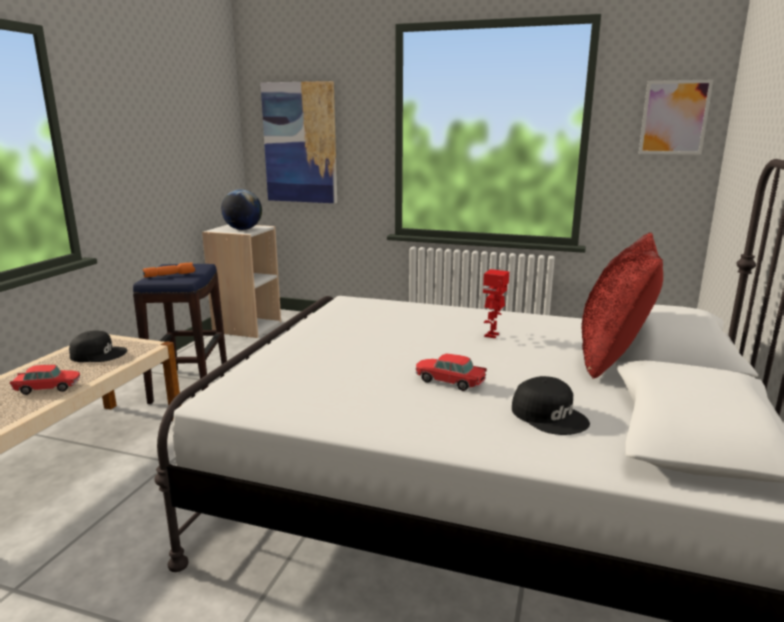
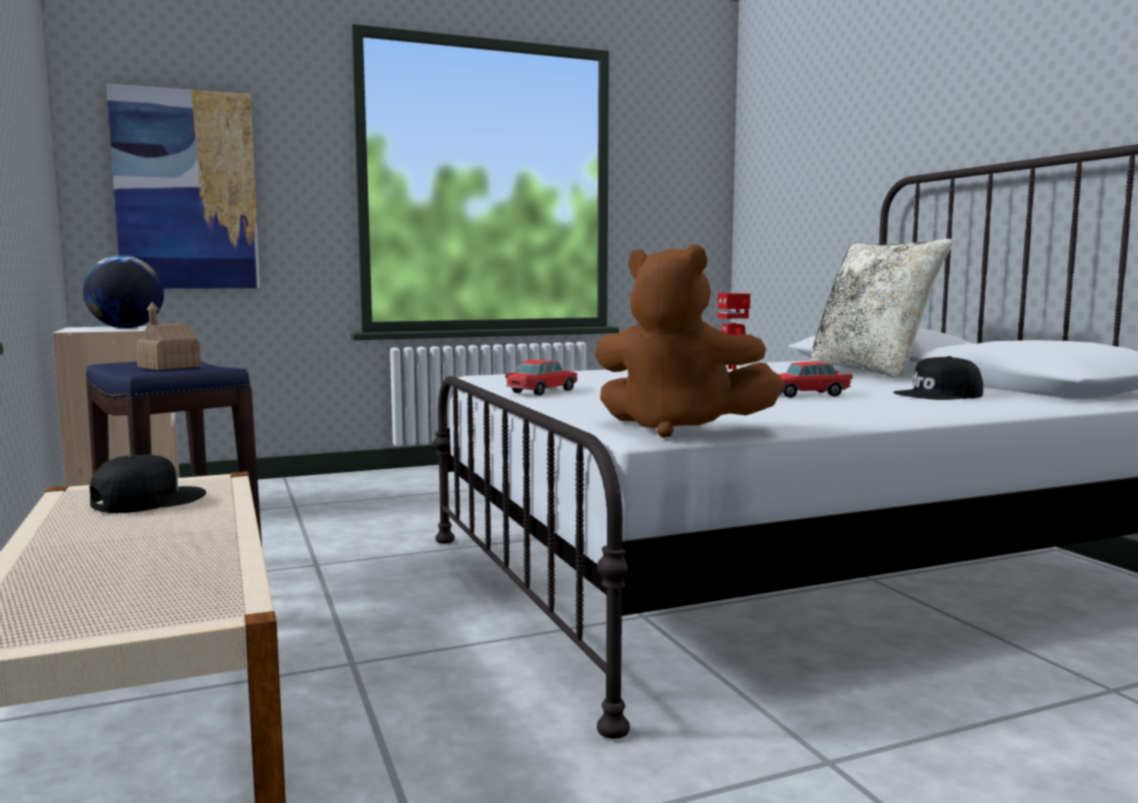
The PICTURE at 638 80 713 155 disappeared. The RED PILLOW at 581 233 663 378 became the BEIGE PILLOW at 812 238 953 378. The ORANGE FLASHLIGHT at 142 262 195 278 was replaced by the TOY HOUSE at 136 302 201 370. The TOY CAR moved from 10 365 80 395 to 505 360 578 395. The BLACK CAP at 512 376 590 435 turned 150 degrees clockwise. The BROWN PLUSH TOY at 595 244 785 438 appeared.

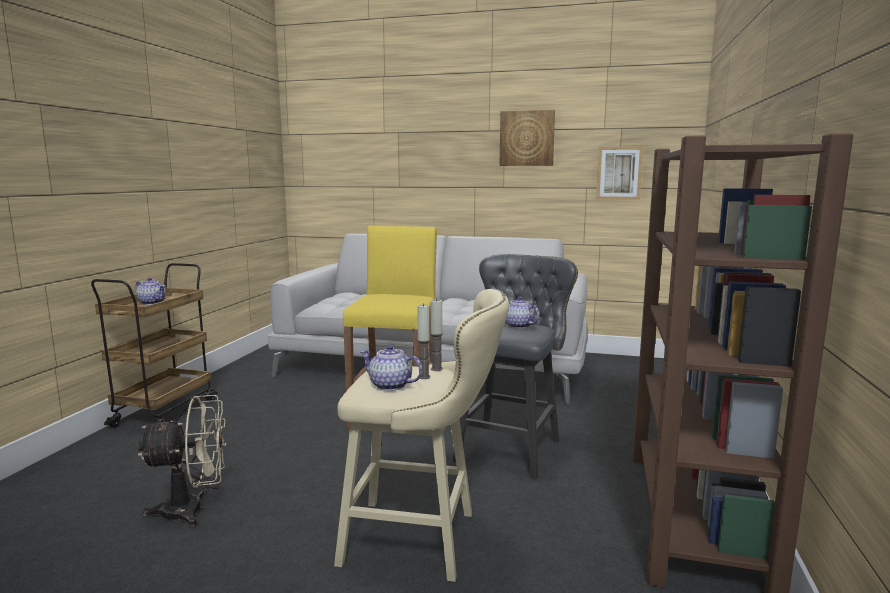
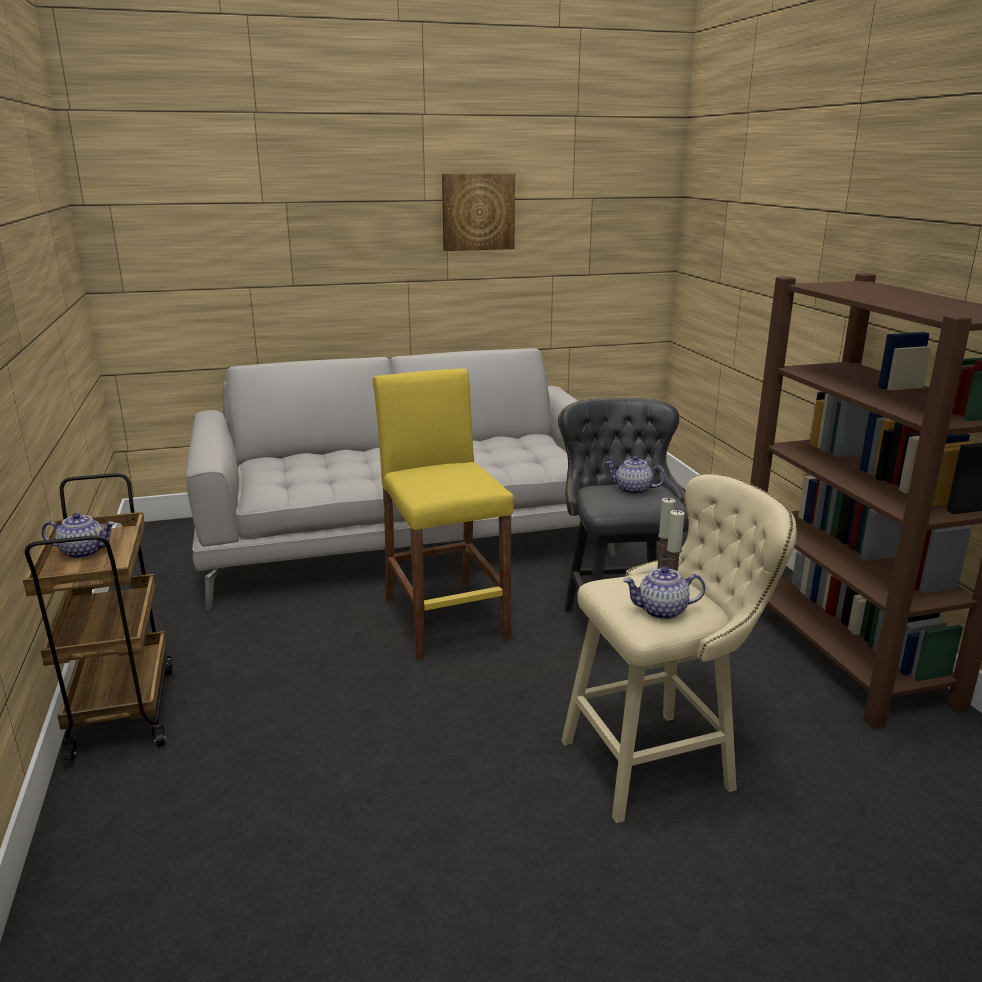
The PICTURE at 596 147 643 200 disappeared. The BEIGE FAN at 137 395 226 528 disappeared.

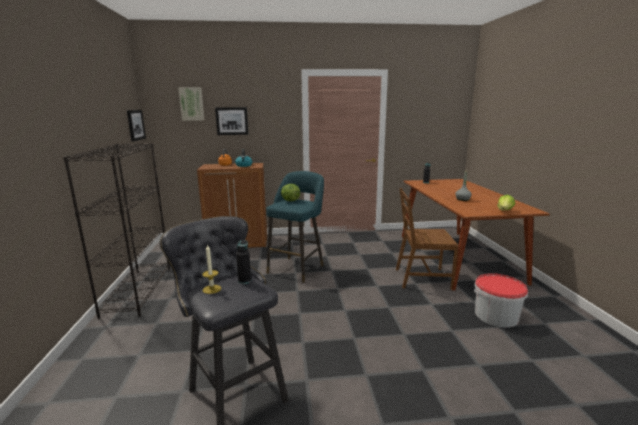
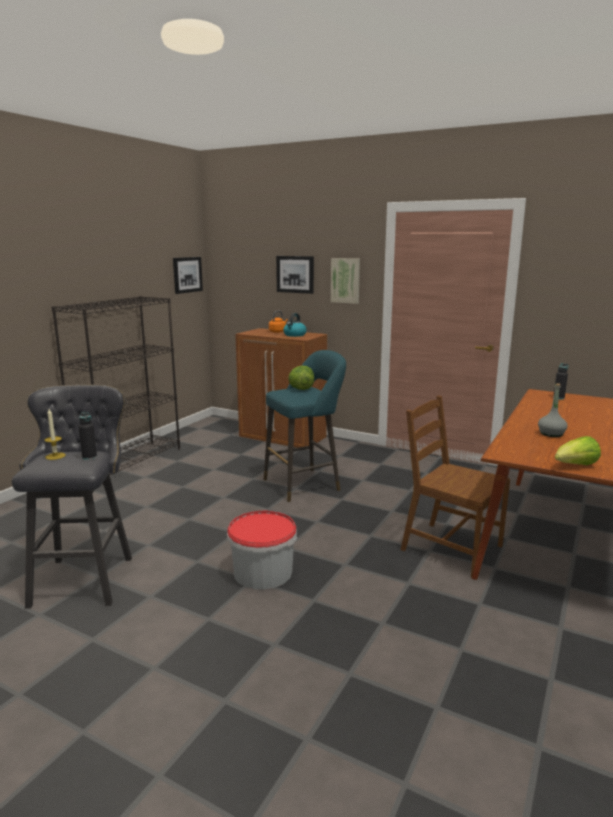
The PICTURE moved from 178 87 204 121 to 331 258 360 304. The BUCKET moved from 474 273 528 328 to 227 510 297 590.

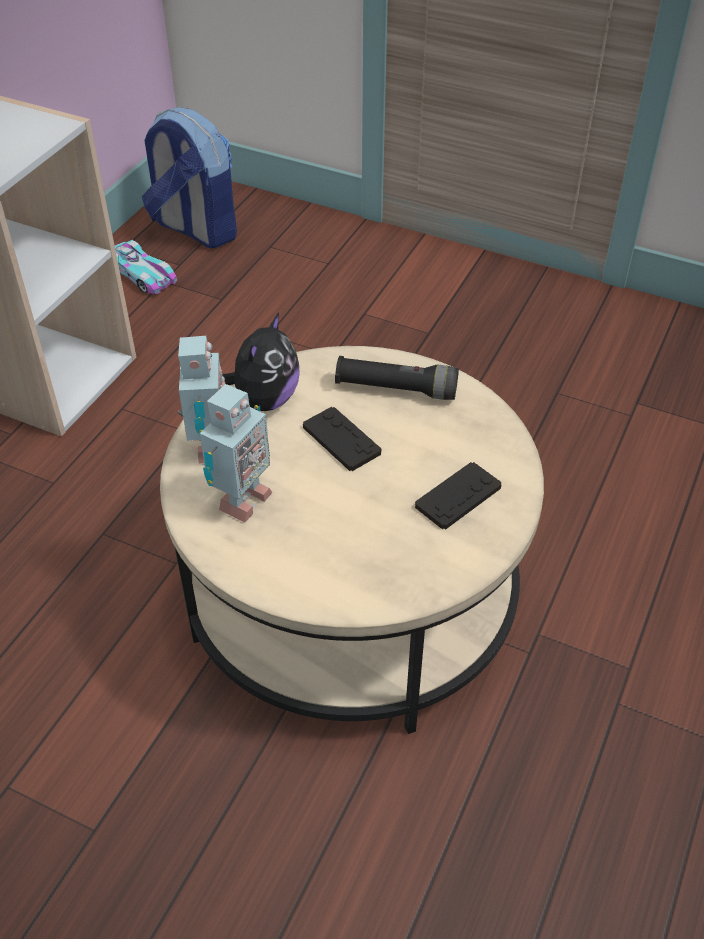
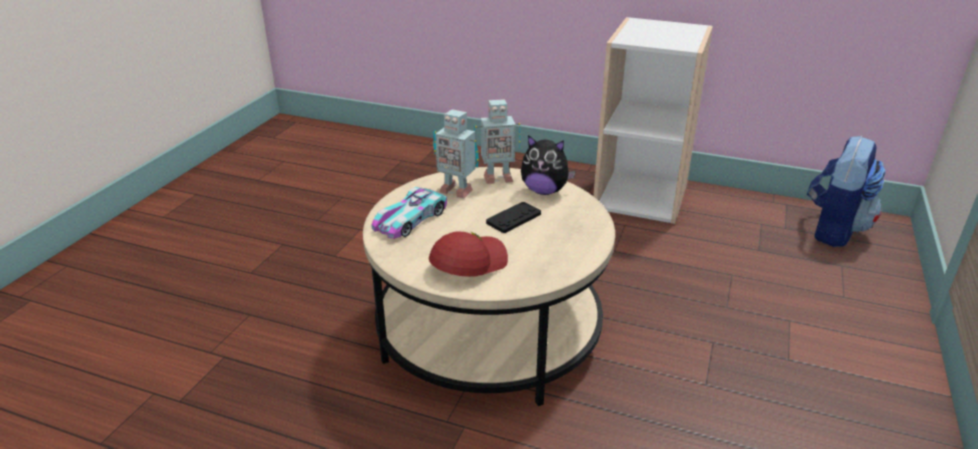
The TOY CAR moved from 115 240 177 294 to 371 187 447 239. The BLACK FLASHLIGHT at 335 356 459 400 disappeared. The BLACK GAME CONTROLLER at 415 462 502 530 was replaced by the RED CAP at 429 232 508 277.

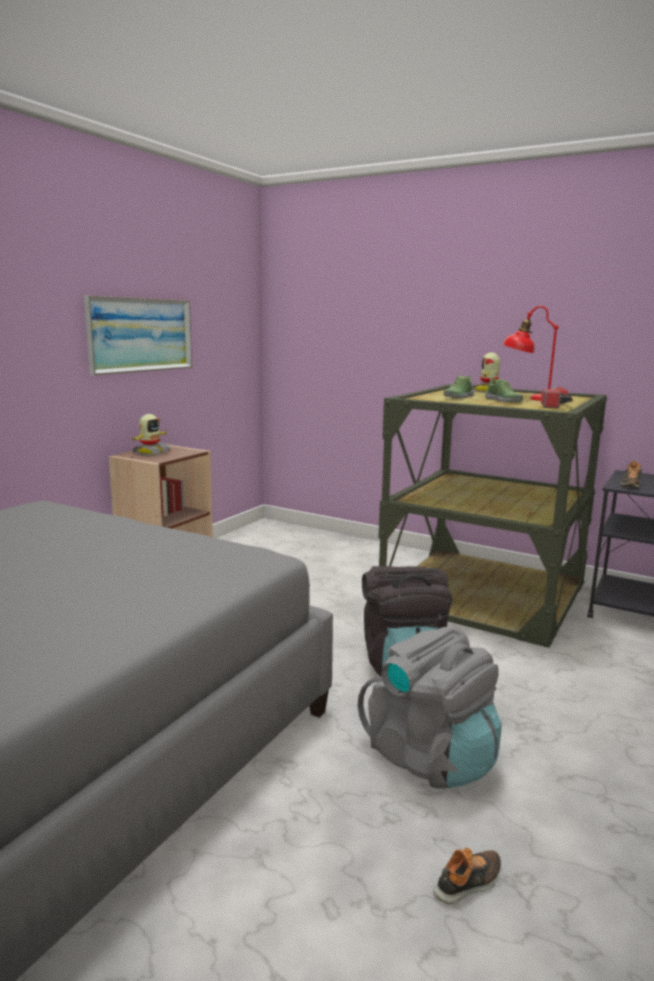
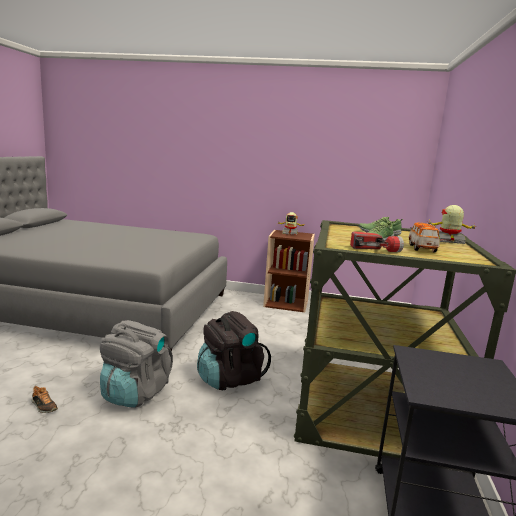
The PICTURE at 84 295 192 375 disappeared. The RED TABLE LAMP at 503 306 559 401 was replaced by the TOY CAR at 408 223 440 252. The SHOE at 620 461 642 488 disappeared.

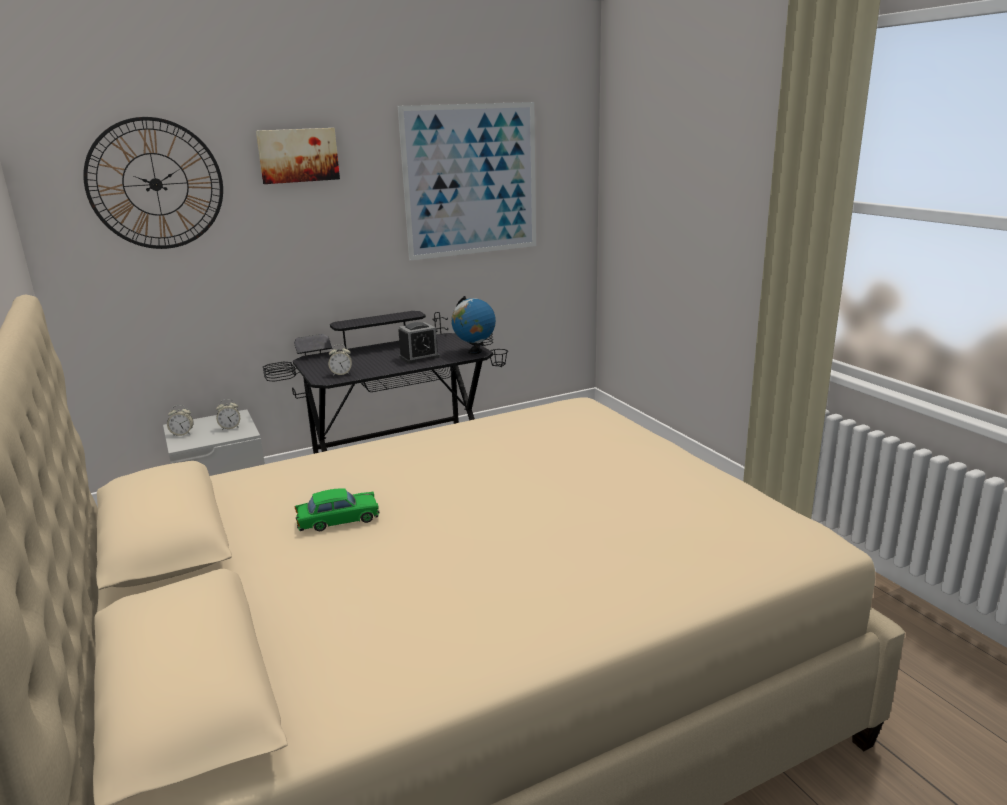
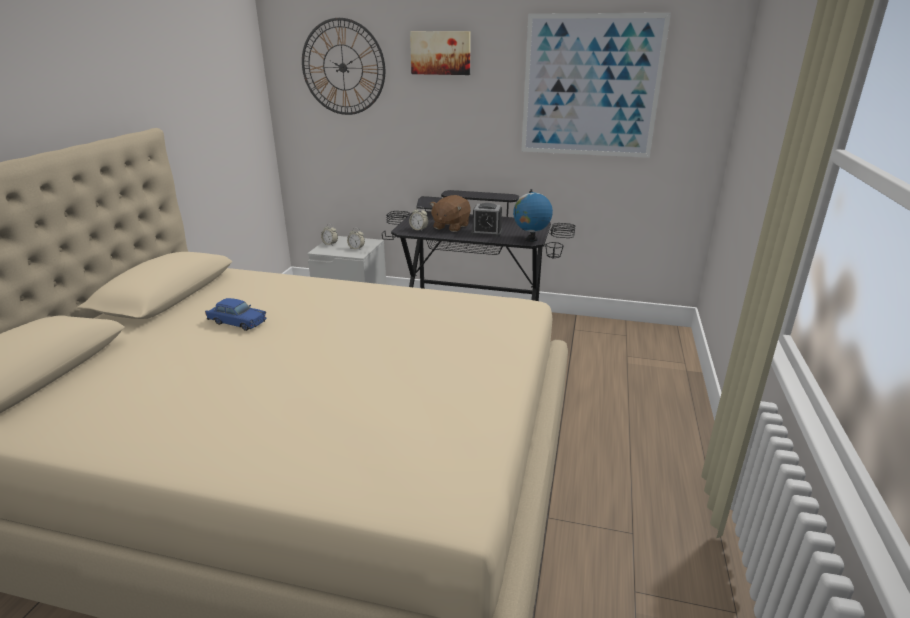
The GREEN TOY CAR at 294 488 379 531 became the BLUE TOY CAR at 205 298 267 331. The BROWN PLUSH TOY at 430 195 471 232 appeared.

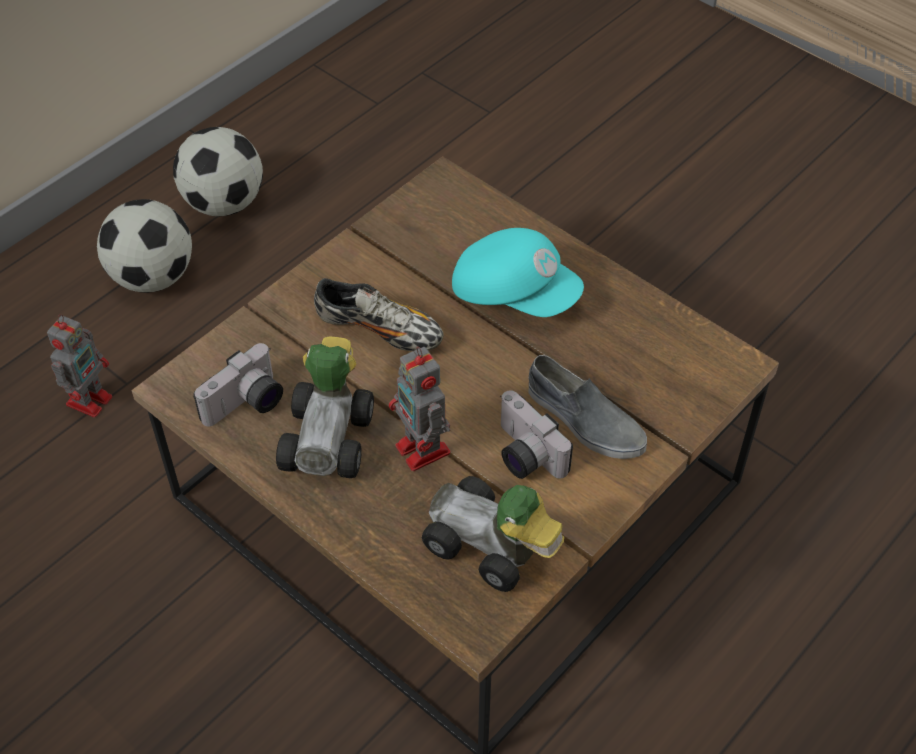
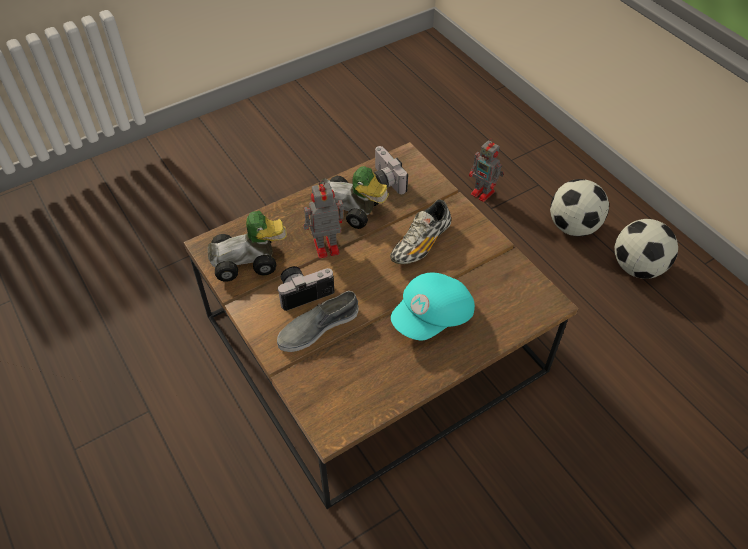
The TOY CAR at 422 476 564 592 turned 150 degrees counterclockwise.

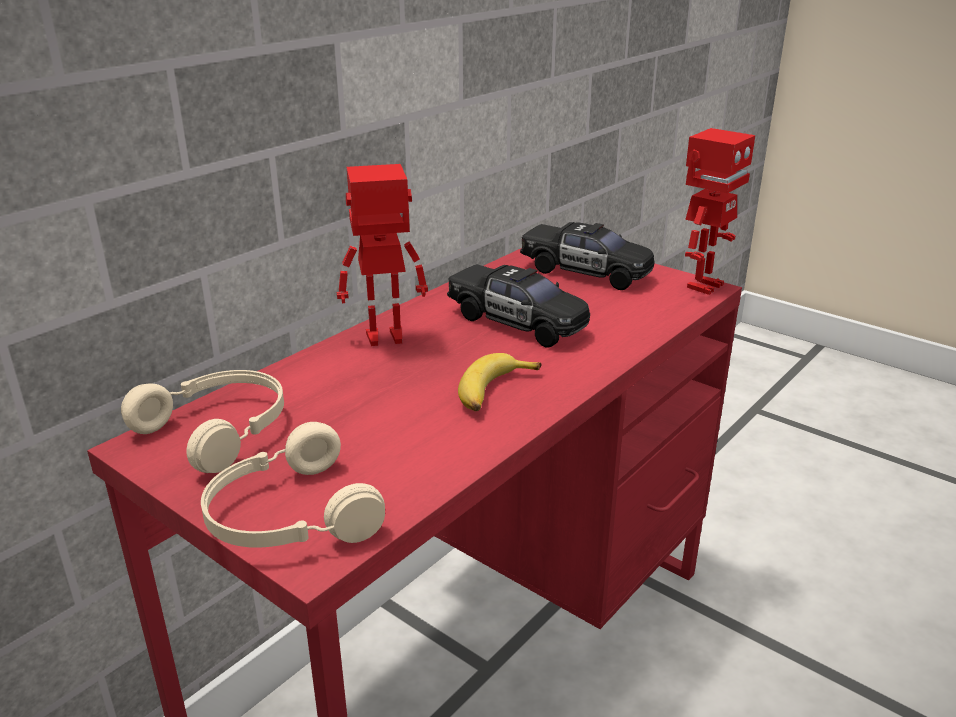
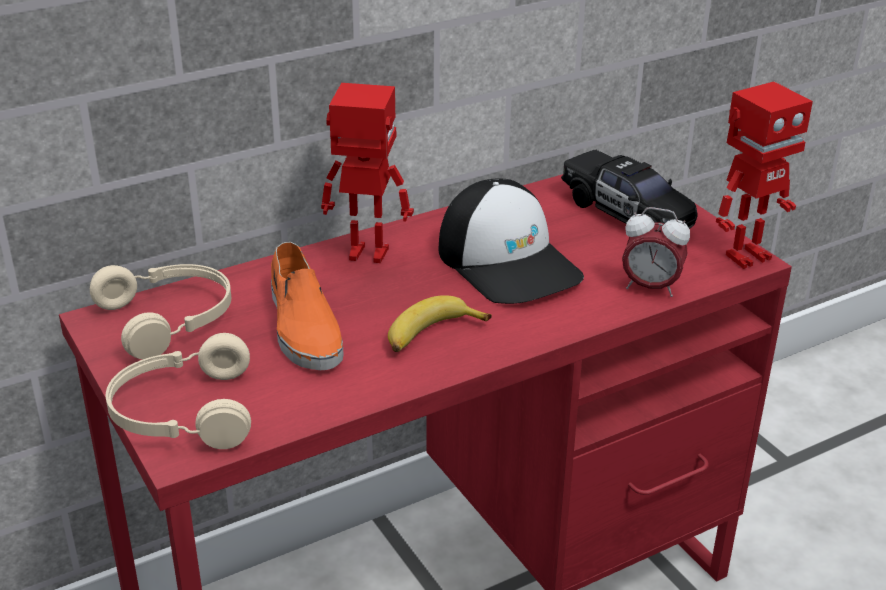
The BLACK TOY CAR at 447 264 590 348 was replaced by the CAP at 439 179 584 304. The ALARM CLOCK at 622 207 690 297 appeared. The ORANGE SHOE at 271 242 343 370 appeared.

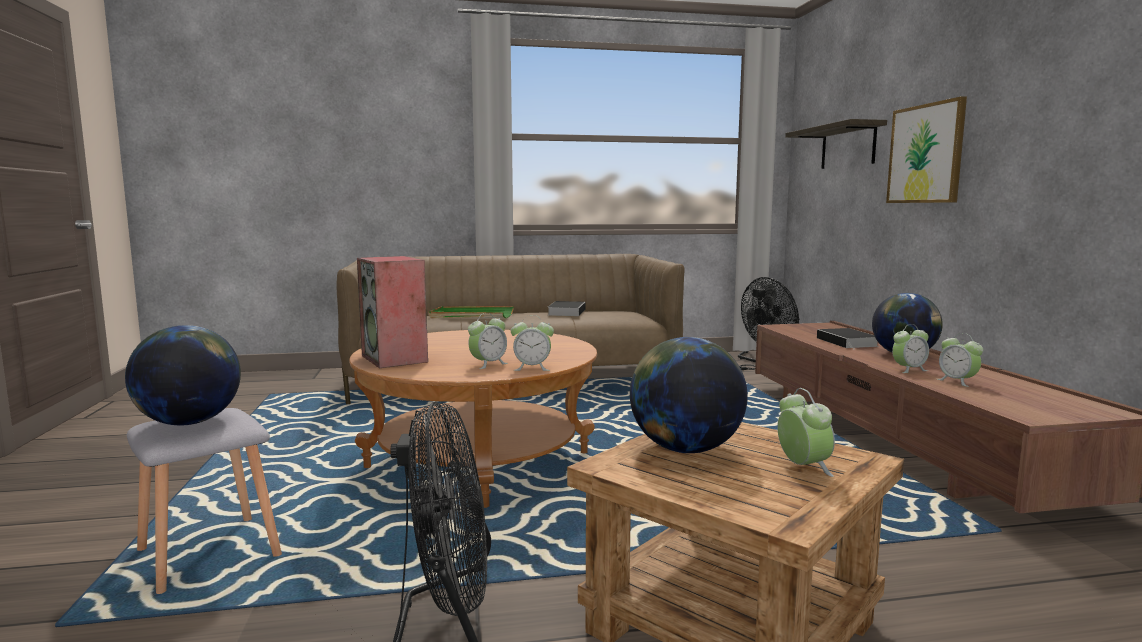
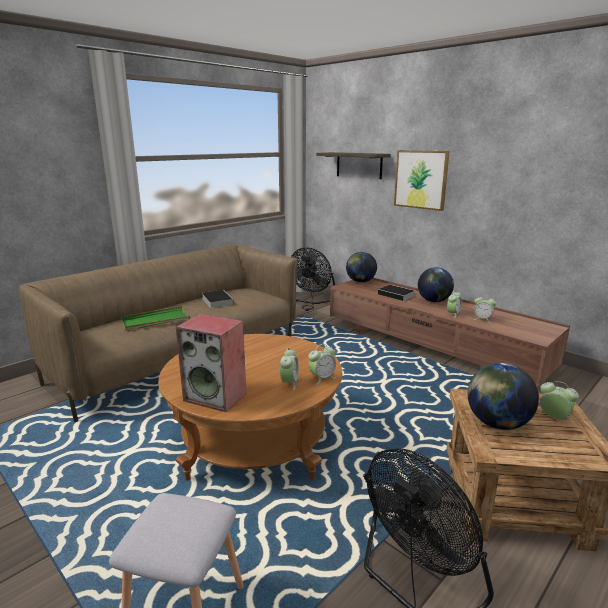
The GLOBE moved from 125 325 241 425 to 346 252 377 283.

